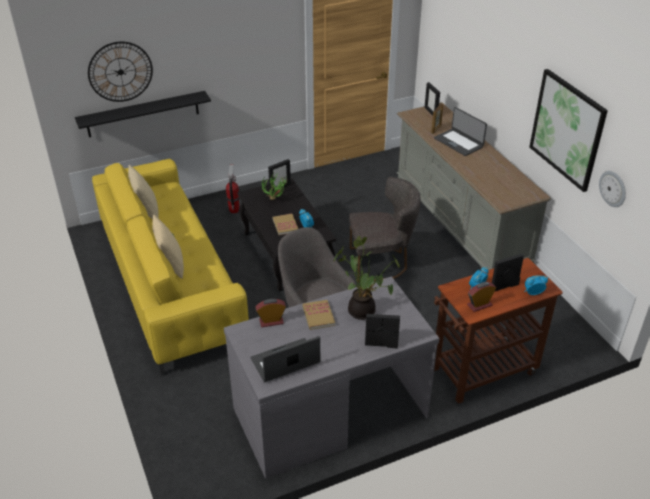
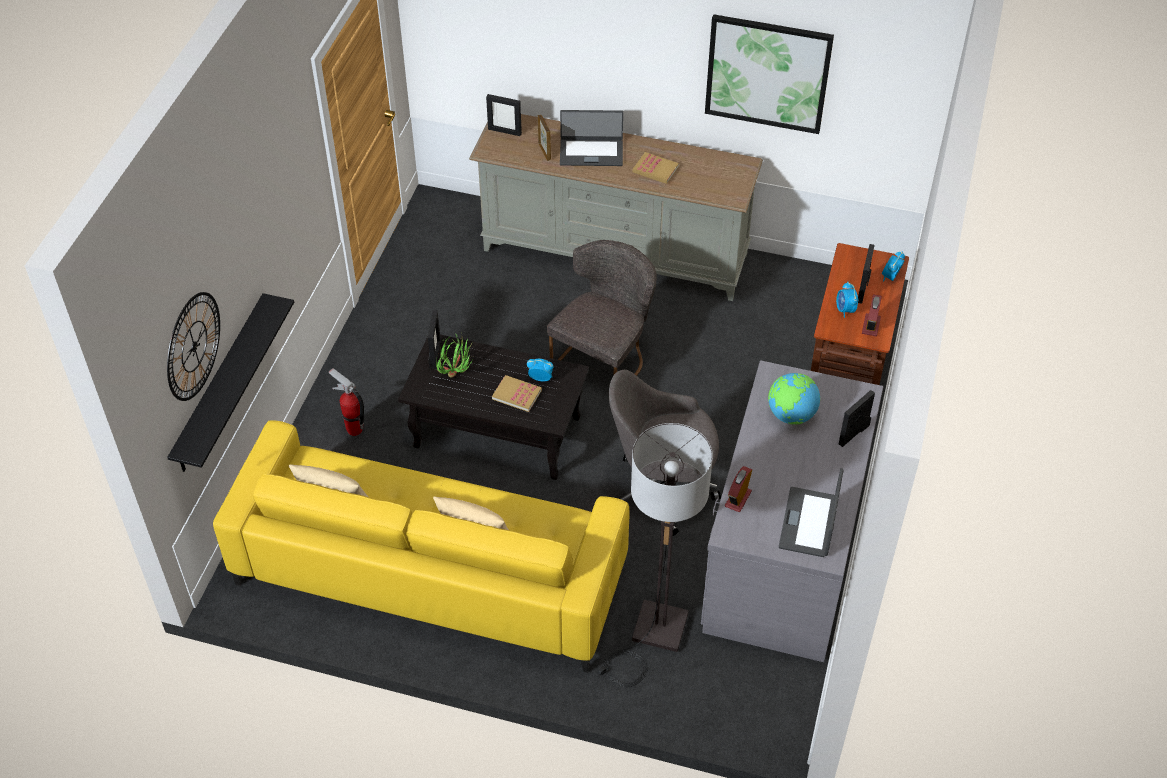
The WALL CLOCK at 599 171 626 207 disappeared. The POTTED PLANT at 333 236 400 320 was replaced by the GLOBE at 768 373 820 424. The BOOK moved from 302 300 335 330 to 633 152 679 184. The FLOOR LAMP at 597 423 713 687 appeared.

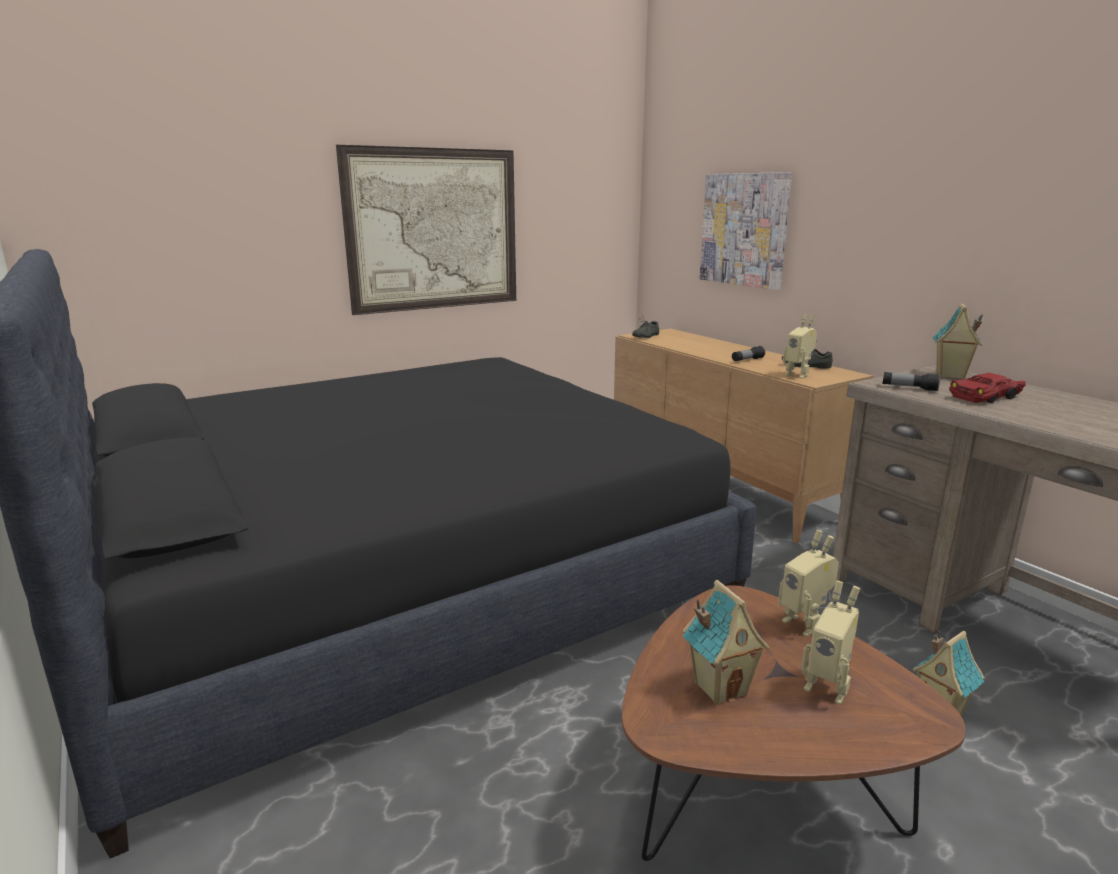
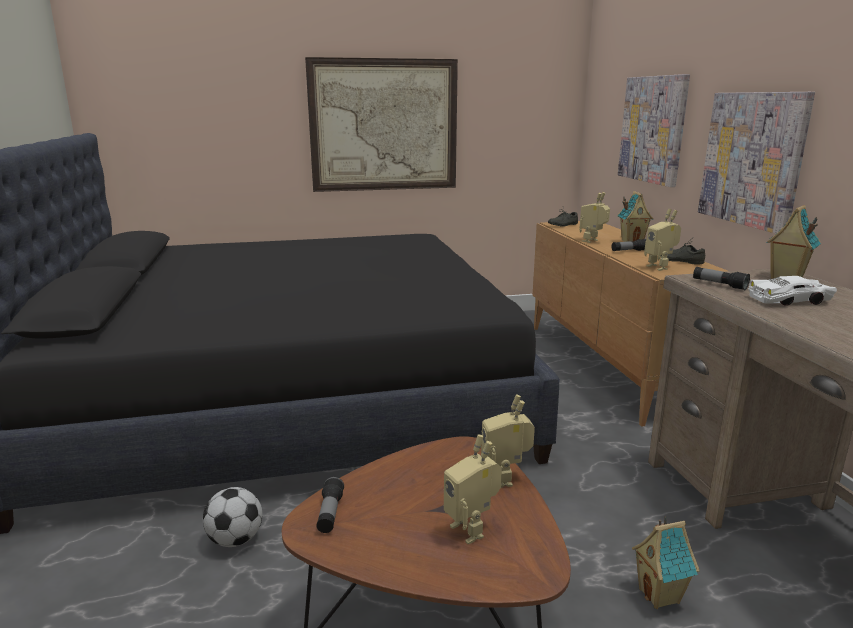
The RED TOY CAR at 949 373 1026 403 became the WHITE TOY CAR at 748 276 837 306. The TOY HOUSE moved from 683 580 769 705 to 618 191 654 242. The PICTURE at 698 92 815 234 appeared. The TOY ROBOT at 580 192 610 243 appeared. The FLASHLIGHT at 316 477 344 533 appeared. The FOOTBALL at 203 487 262 547 appeared.

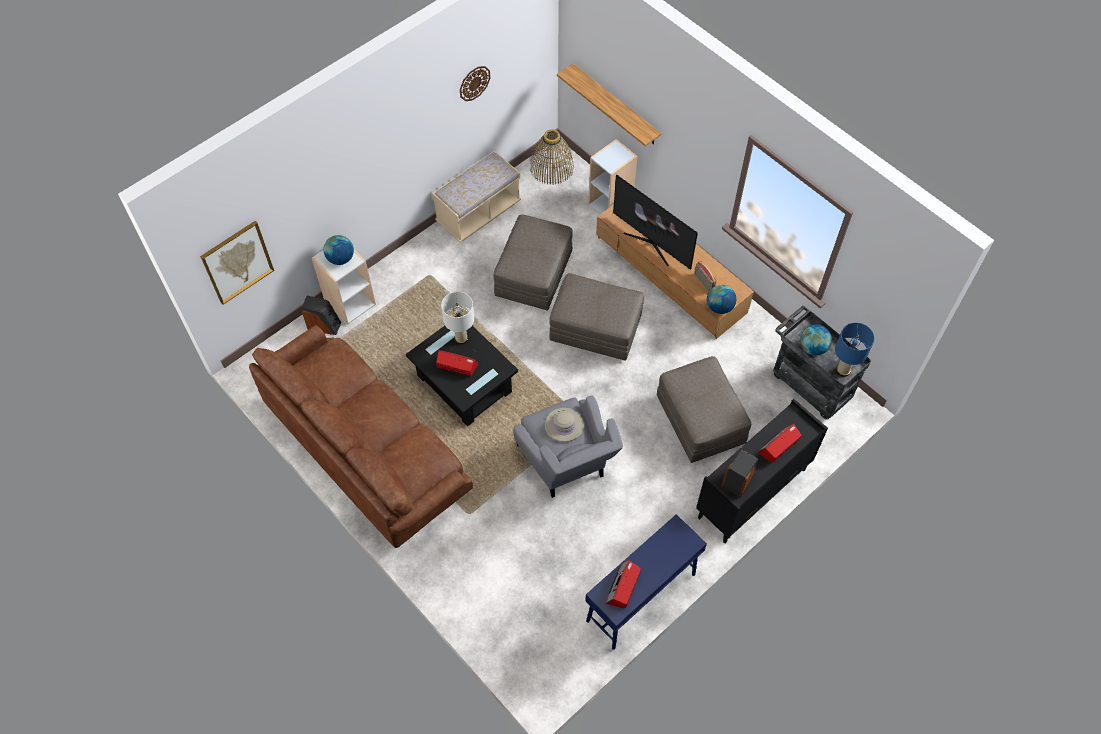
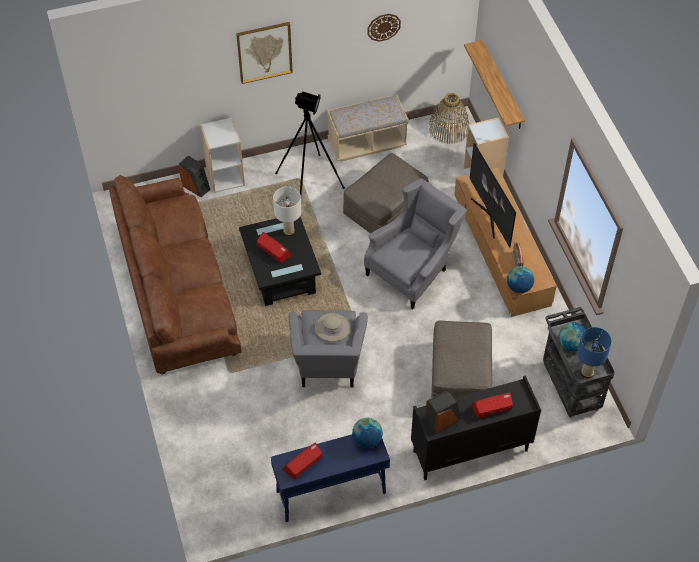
The PICTURE moved from 200 221 274 305 to 236 22 293 84. The GLOBE moved from 323 235 354 265 to 352 418 383 448. The GREY OTTOMAN at 549 273 644 361 was replaced by the GREY ARMCHAIR at 364 178 467 310. The BLACK FLOOR LAMP at 275 92 345 195 appeared.

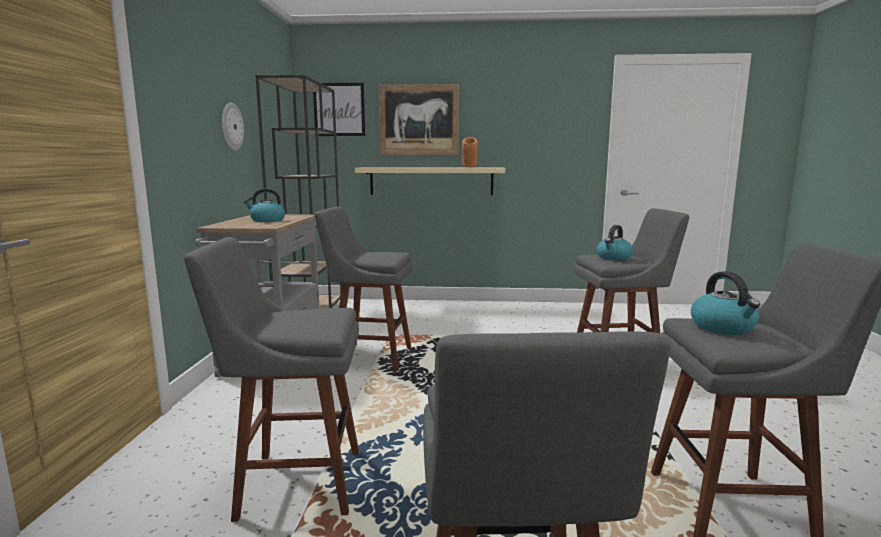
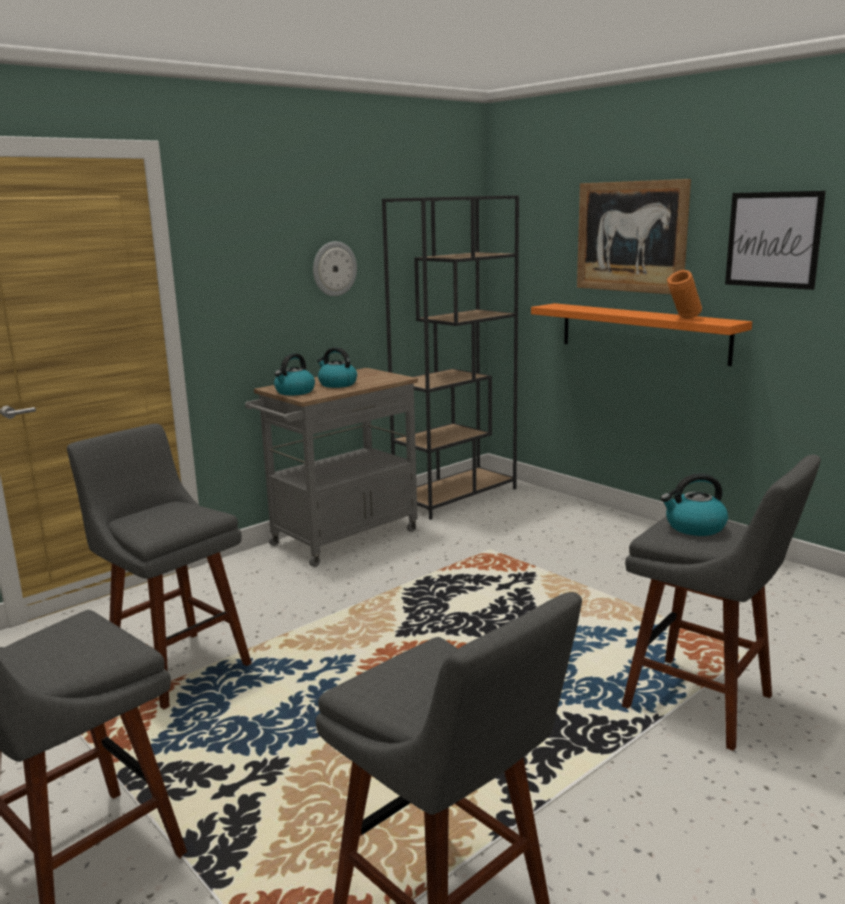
The PICTURE moved from 313 83 365 136 to 725 191 826 290. The BEIGE SHELF at 355 168 505 195 became the ORANGE SHELF at 531 303 752 366. The GREY STOOL at 314 206 413 371 disappeared. The KETTLE moved from 691 271 760 335 to 274 353 315 395.

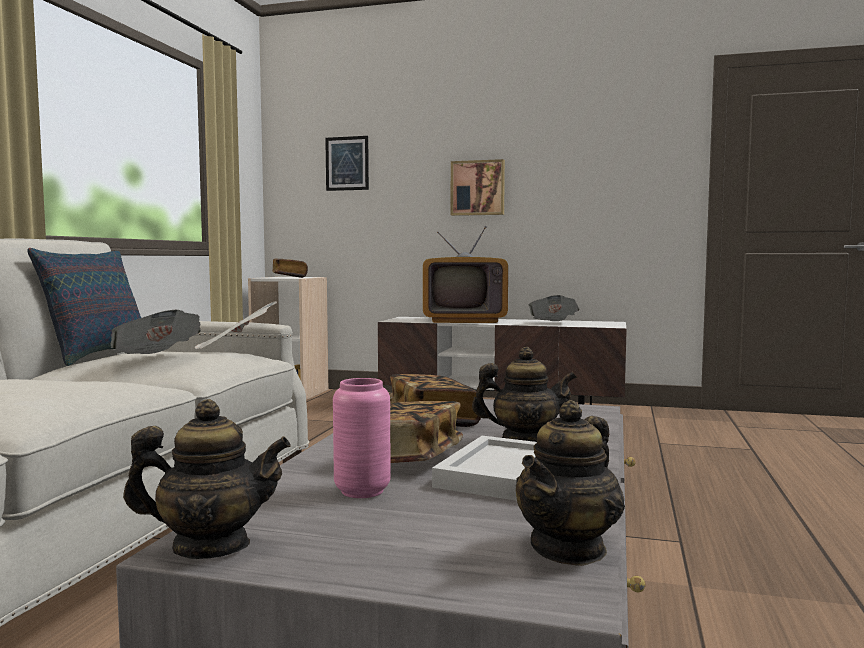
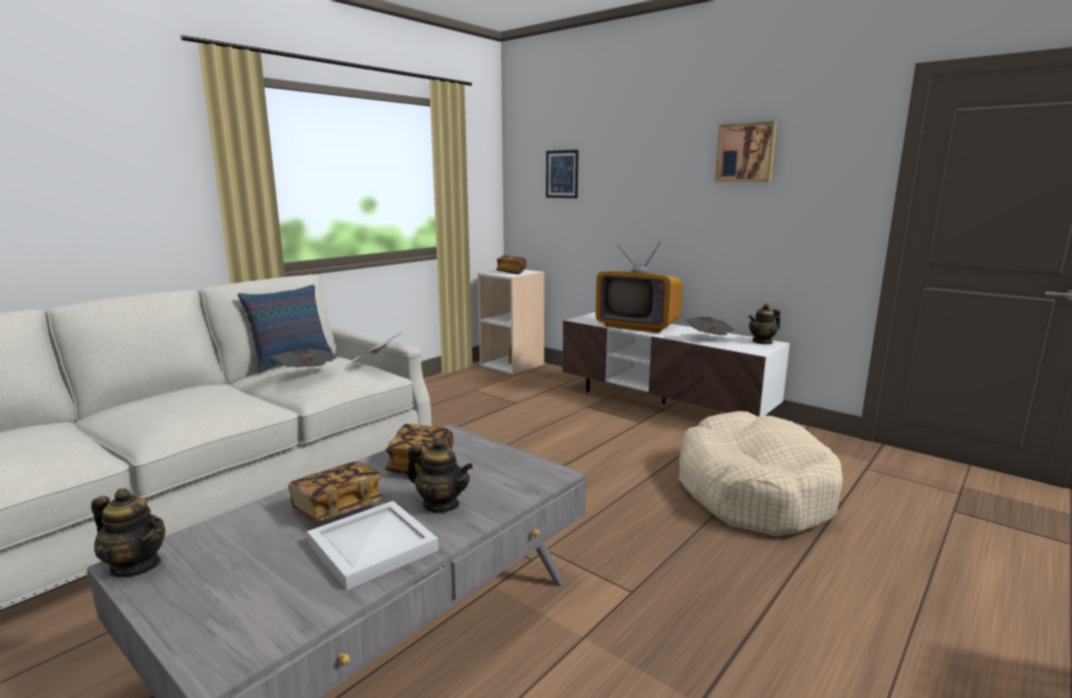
The PICTURE moved from 451 159 505 216 to 715 121 777 182. The PINK VASE at 333 378 391 498 disappeared. The TEAPOT moved from 516 400 625 566 to 749 304 781 344. The BEIGE DOG BED at 679 411 843 537 appeared.

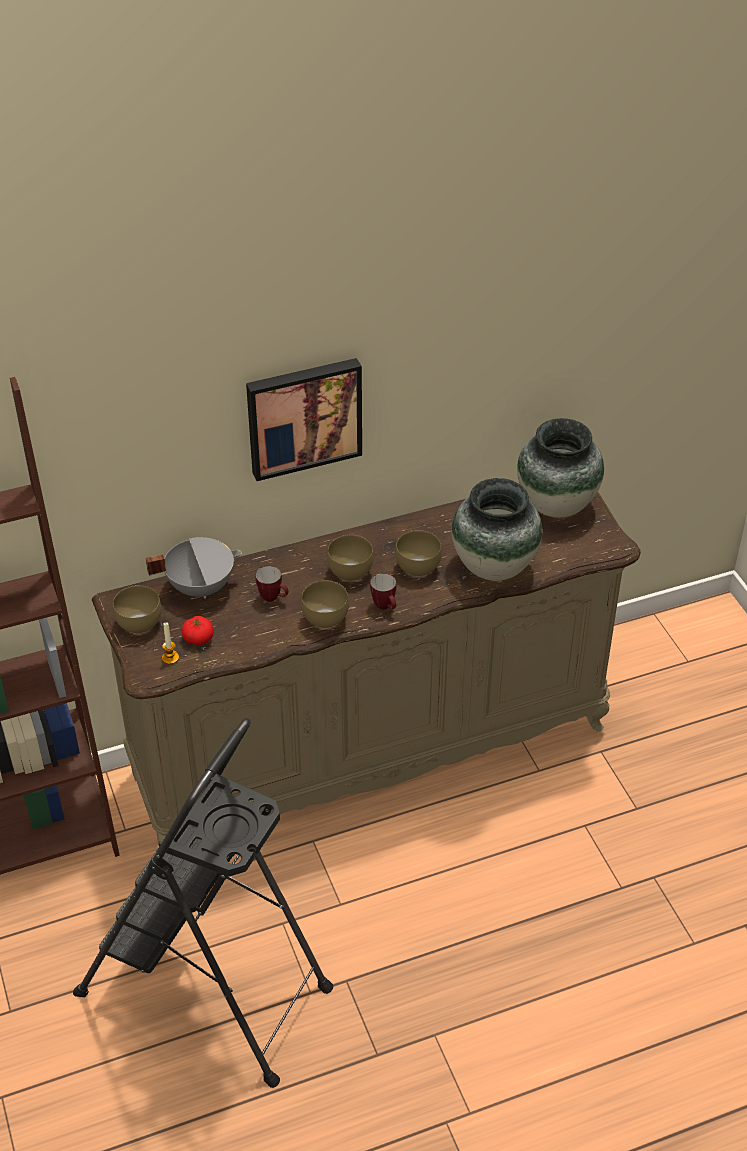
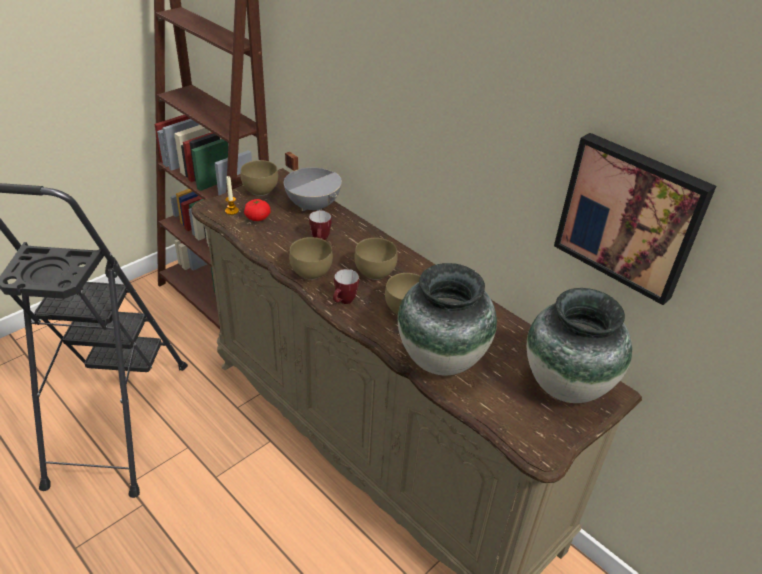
The PICTURE moved from 246 358 362 481 to 554 133 716 305.

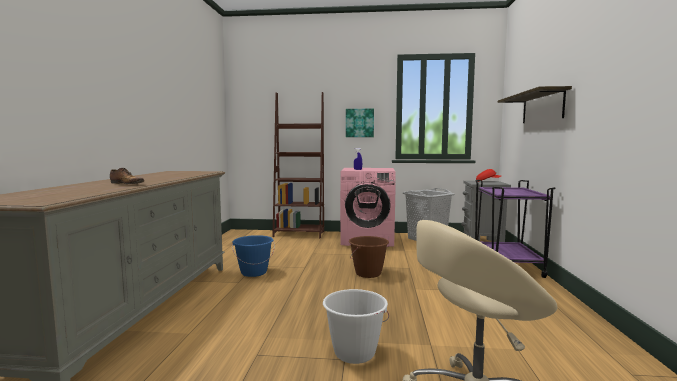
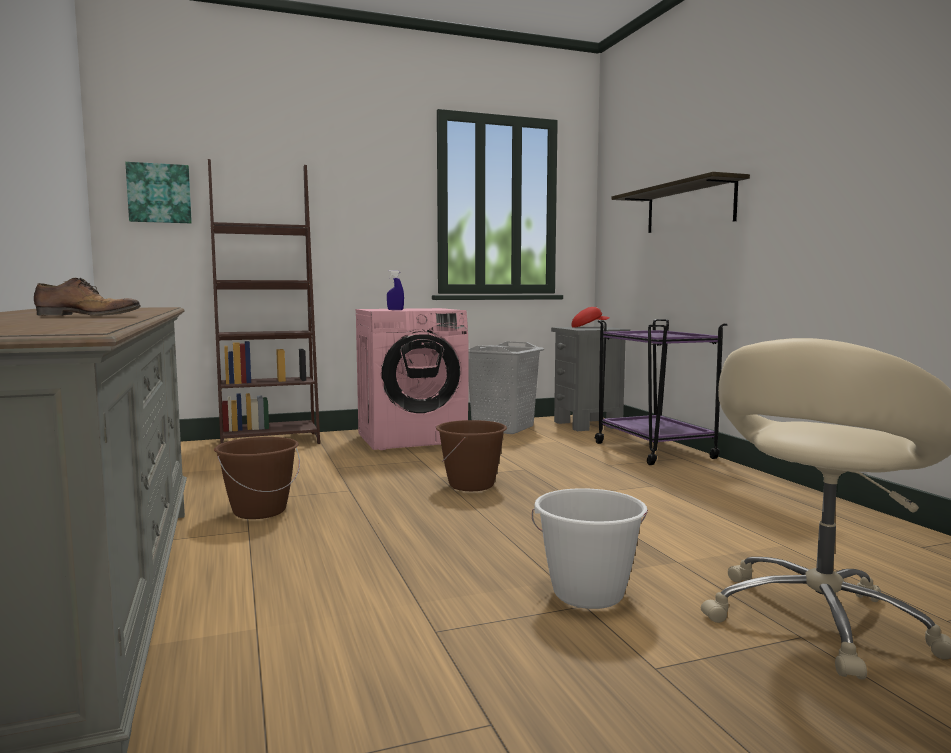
The PICTURE moved from 346 109 374 137 to 125 162 192 223. The BLUE BUCKET at 232 235 275 277 became the BROWN BUCKET at 214 437 300 519.

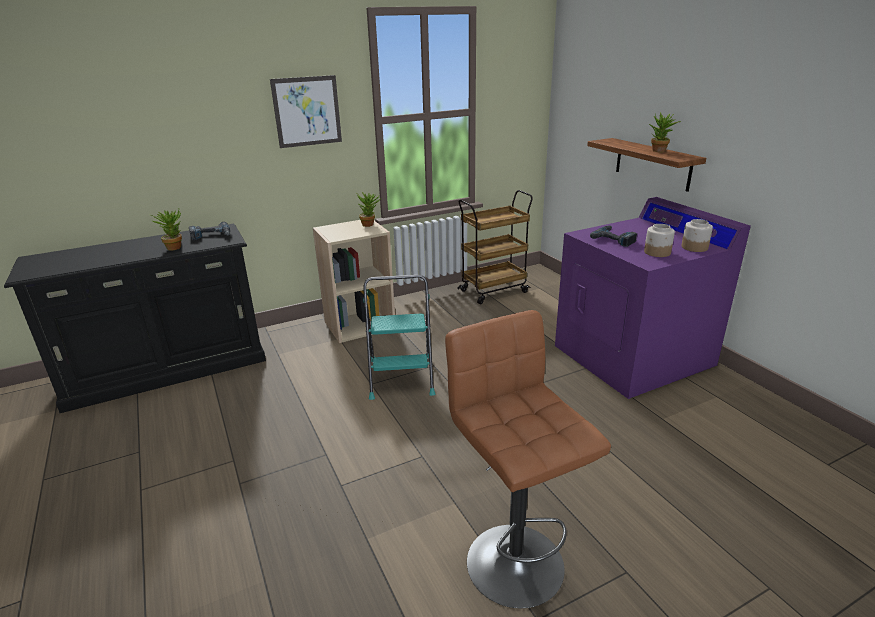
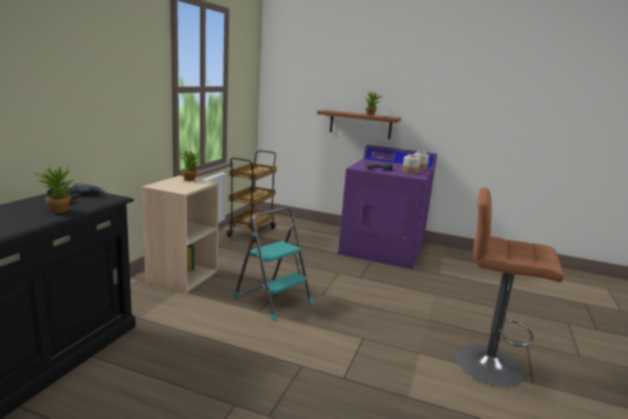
The PICTURE at 270 75 342 148 disappeared.

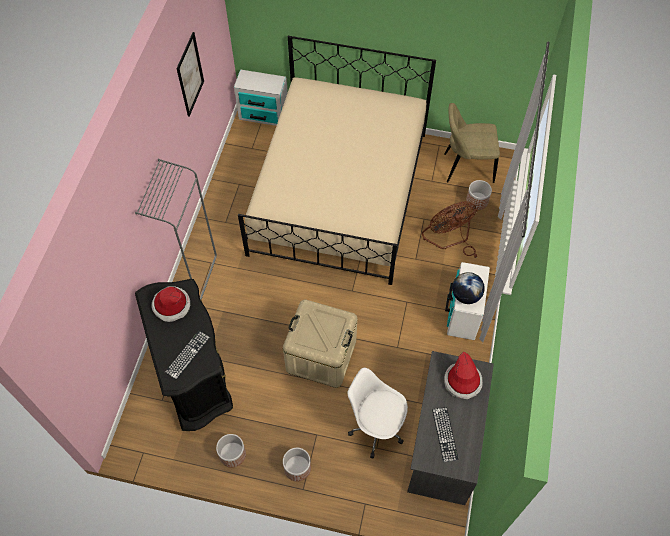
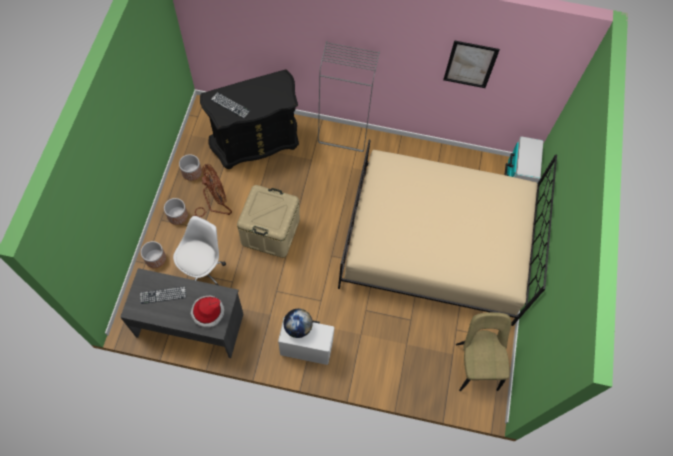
The PLANTER moved from 466 180 492 210 to 141 241 166 268. The BROWN FAN moved from 422 201 478 258 to 193 164 232 217. The HAT at 151 286 190 322 disappeared.

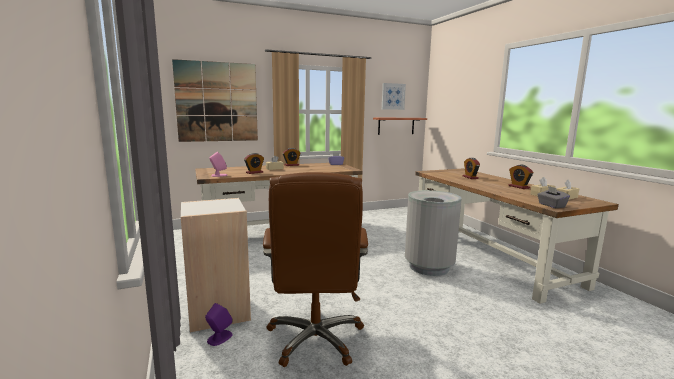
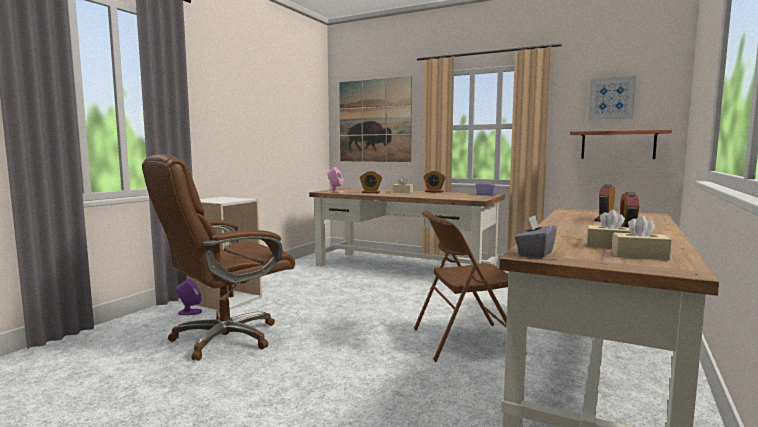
The GREY TRASH CAN at 405 190 462 276 was replaced by the BROWN CHAIR at 414 211 508 362.

